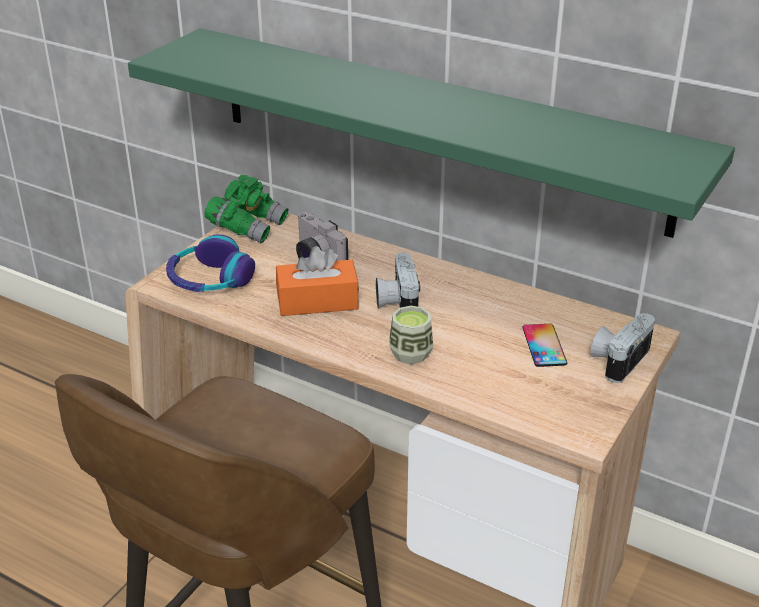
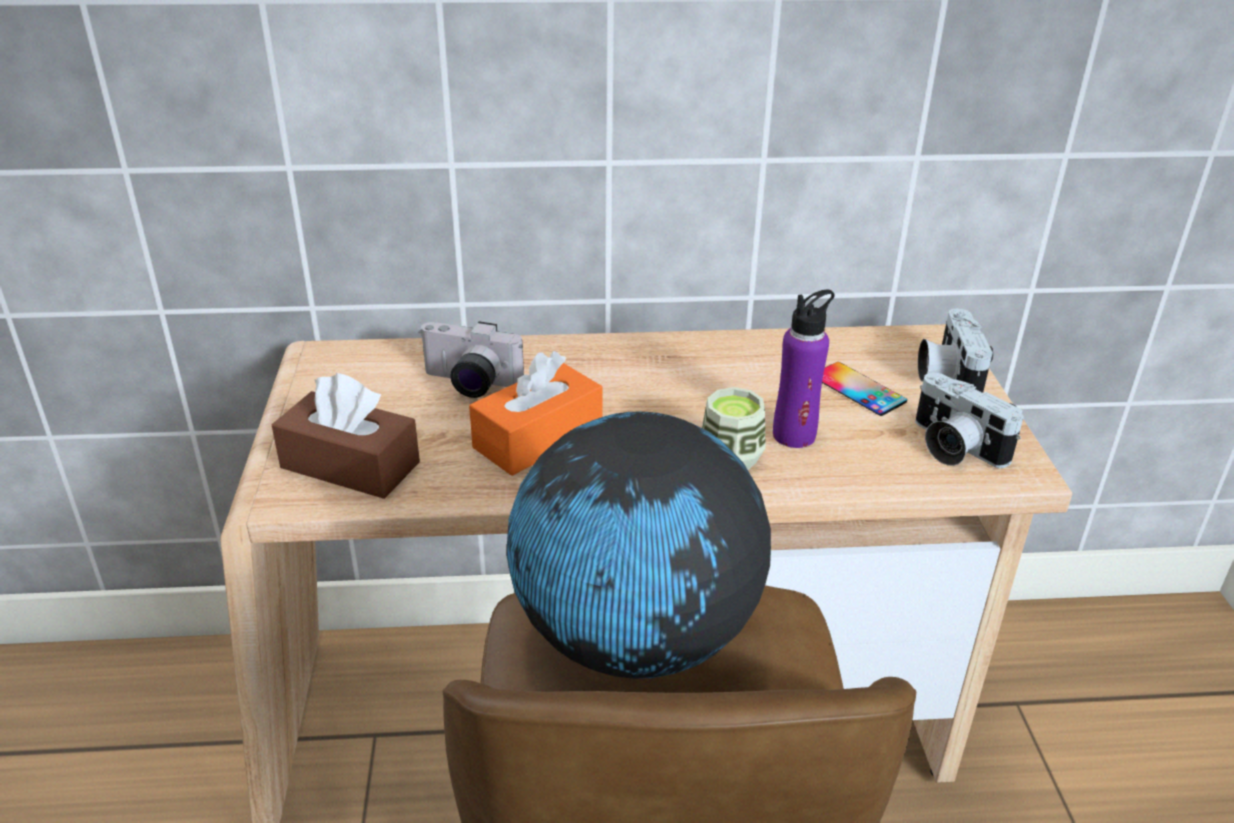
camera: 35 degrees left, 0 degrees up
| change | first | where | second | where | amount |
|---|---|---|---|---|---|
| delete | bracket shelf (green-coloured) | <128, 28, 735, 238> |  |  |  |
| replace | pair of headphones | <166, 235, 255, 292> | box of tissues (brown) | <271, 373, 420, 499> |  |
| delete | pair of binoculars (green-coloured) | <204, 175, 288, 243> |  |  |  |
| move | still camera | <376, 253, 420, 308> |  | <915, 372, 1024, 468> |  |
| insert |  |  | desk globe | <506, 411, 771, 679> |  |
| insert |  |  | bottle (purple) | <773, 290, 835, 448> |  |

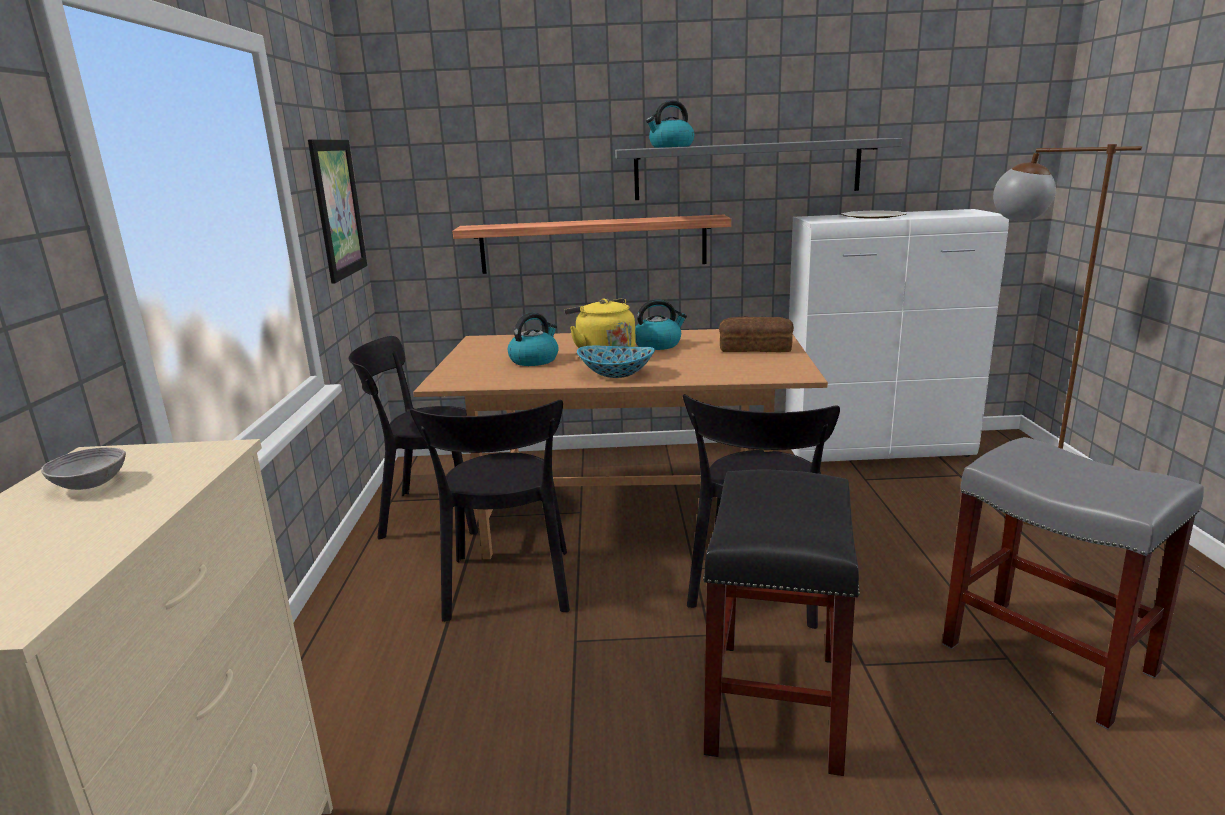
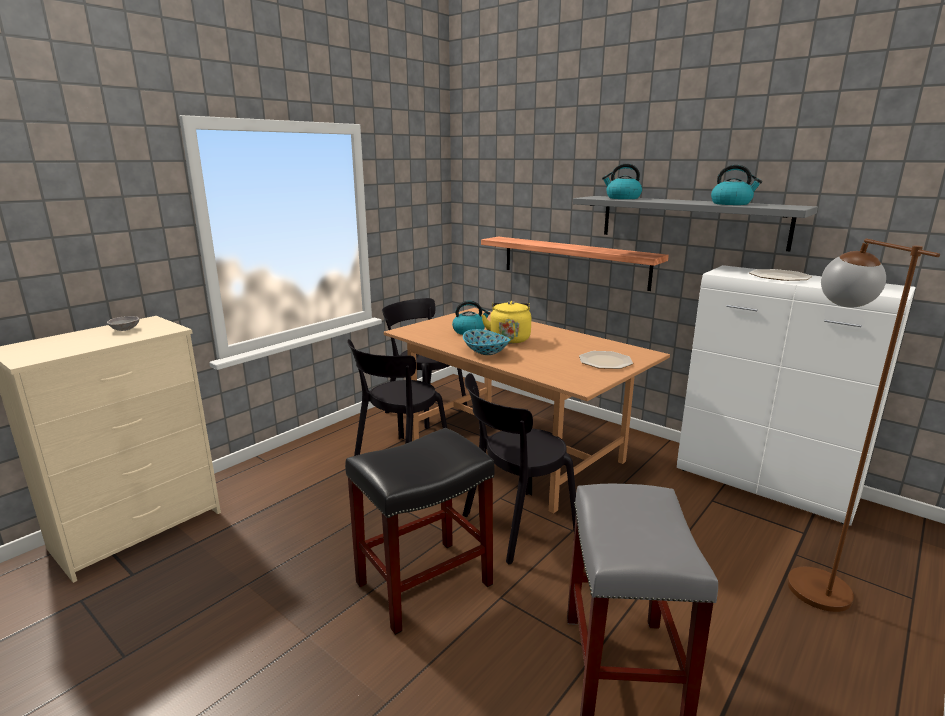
camera: 40 degrees right, 0 degrees up
| change | first | where | second | where | amount |
|---|---|---|---|---|---|
| delete | wall picture | <308, 139, 367, 284> |  |  |  |
| move | water kettle | <635, 299, 687, 350> |  | <711, 165, 762, 205> |  |
| replace | bakery bread | <719, 317, 794, 352> | flat dish | <579, 351, 633, 369> |  |

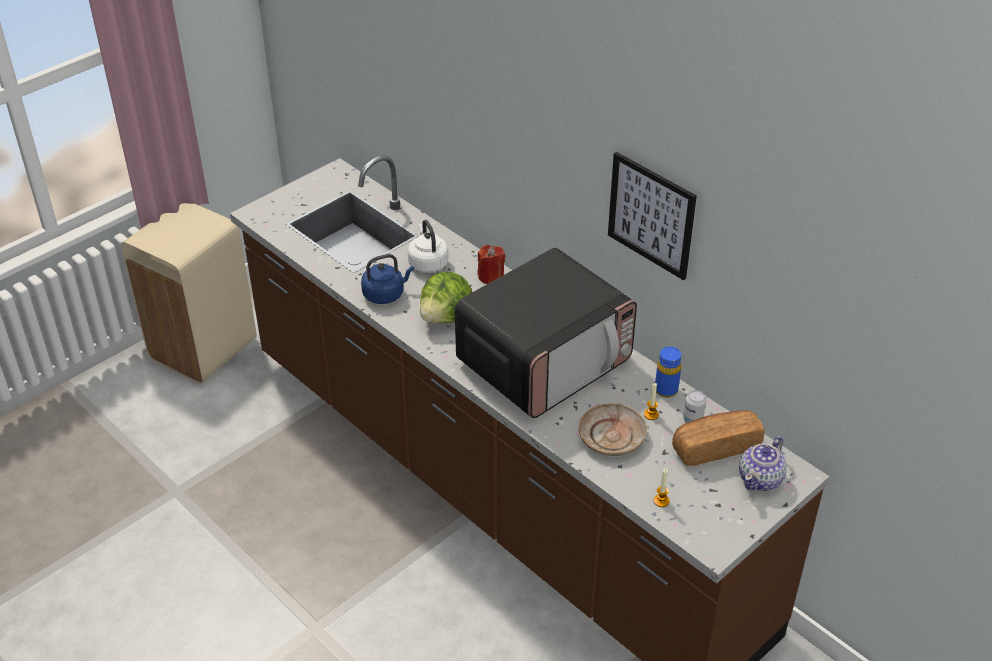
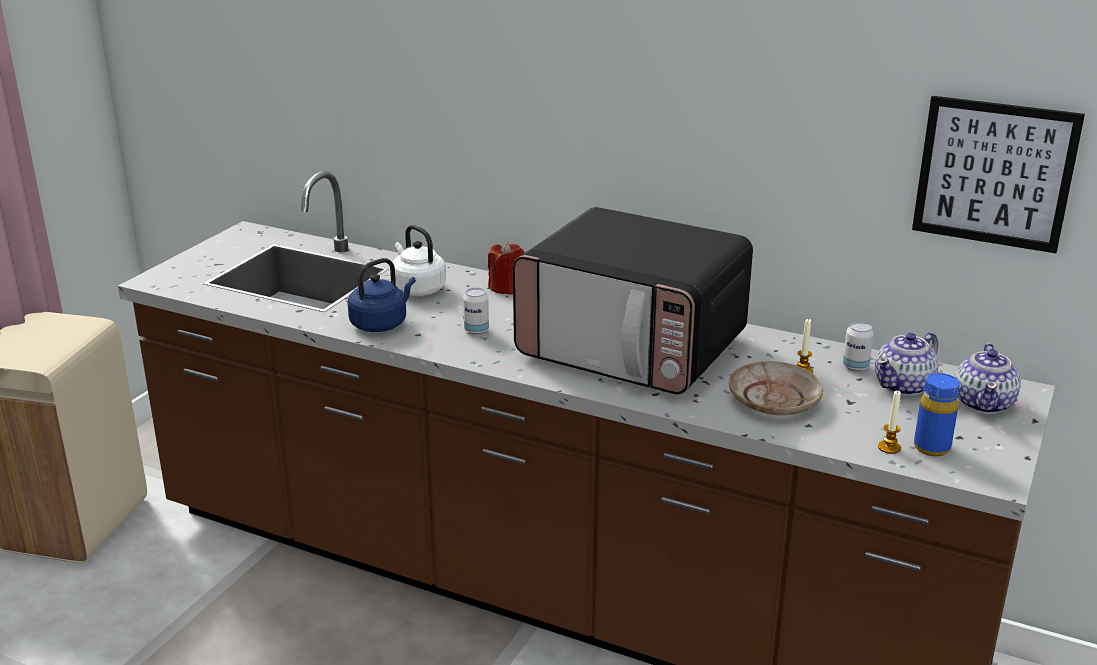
camera: 20 degrees left, 15 degrees down
| change | first | where | second | where | amount |
|---|---|---|---|---|---|
| replace | lettuce | <420, 272, 472, 323> | can | <463, 288, 489, 335> |  |
| rotate | microwave oven | <455, 248, 637, 418> |  | <513, 207, 753, 395> | 90 degrees clockwise |
| move | wall picture | <608, 152, 697, 280> |  | <912, 96, 1085, 253> |  |
| move | bottle (blue) | <655, 347, 681, 398> |  | <914, 373, 960, 456> |  |
| replace | bakery bread | <672, 410, 764, 466> | teapot | <875, 332, 939, 396> |  |

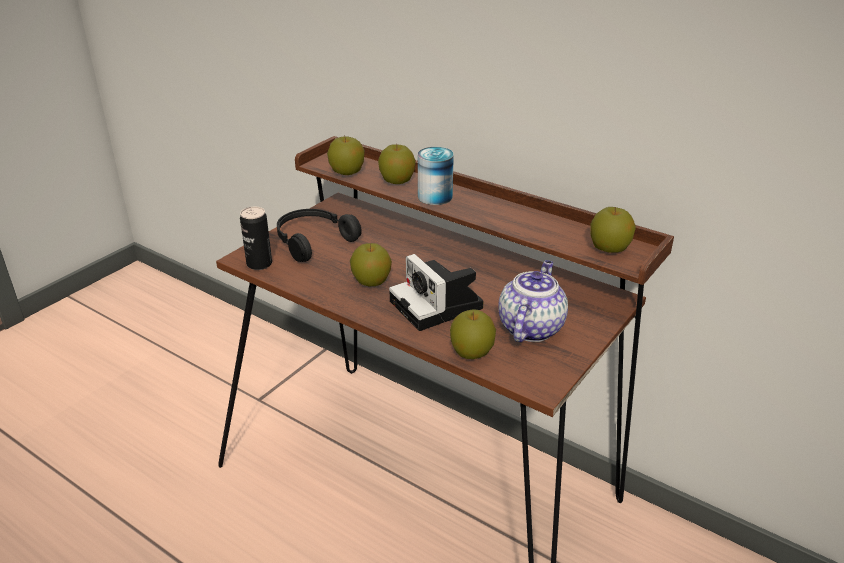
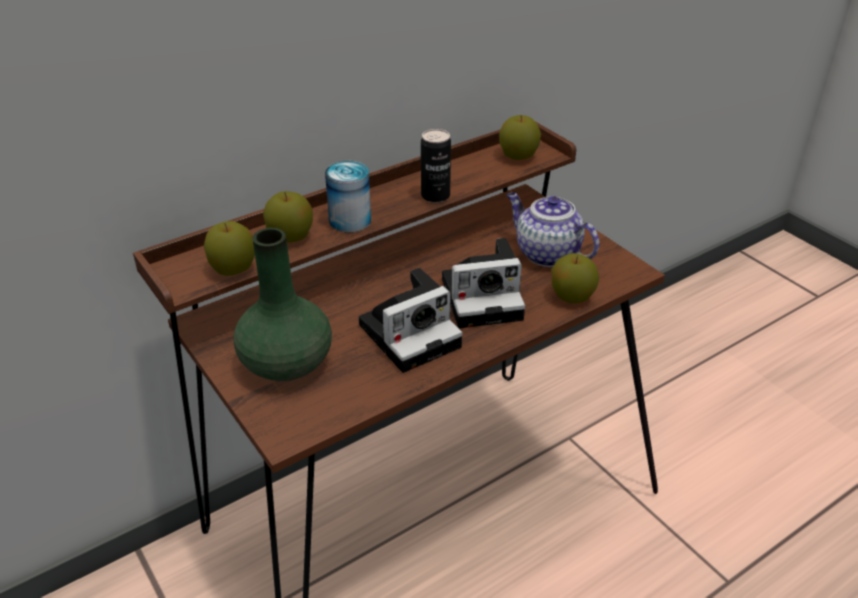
camera: 70 degrees left, 5 degrees up
| change | first | where | second | where | amount |
|---|---|---|---|---|---|
| move | can | <240, 207, 272, 270> |  | <421, 129, 451, 203> |  |
| replace | pair of headphones (blackish) | <277, 209, 362, 262> | decorative vase (green-coloured) | <233, 228, 332, 381> |  |
| replace | apple fruit | <350, 243, 392, 287> | still camera | <359, 268, 463, 373> |  |

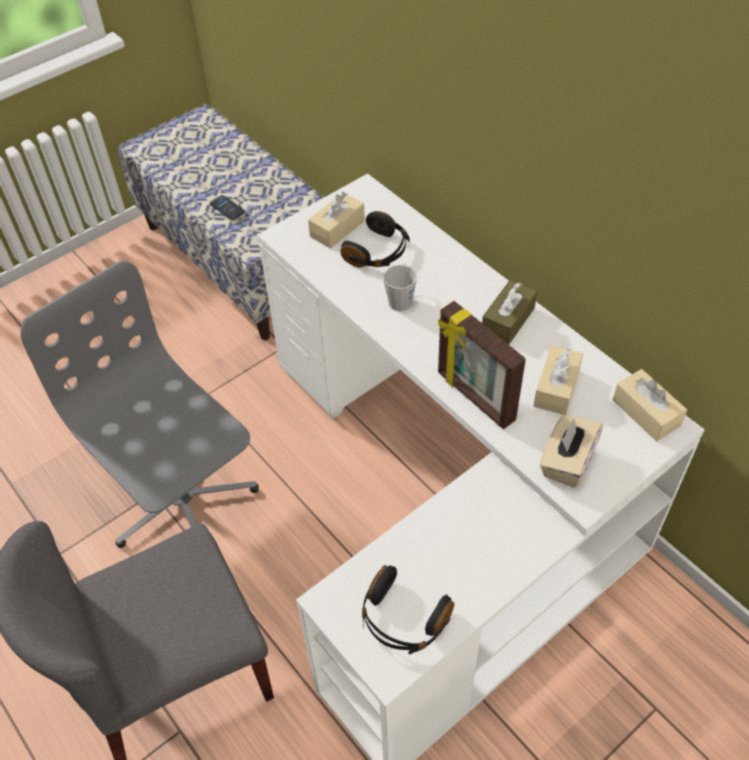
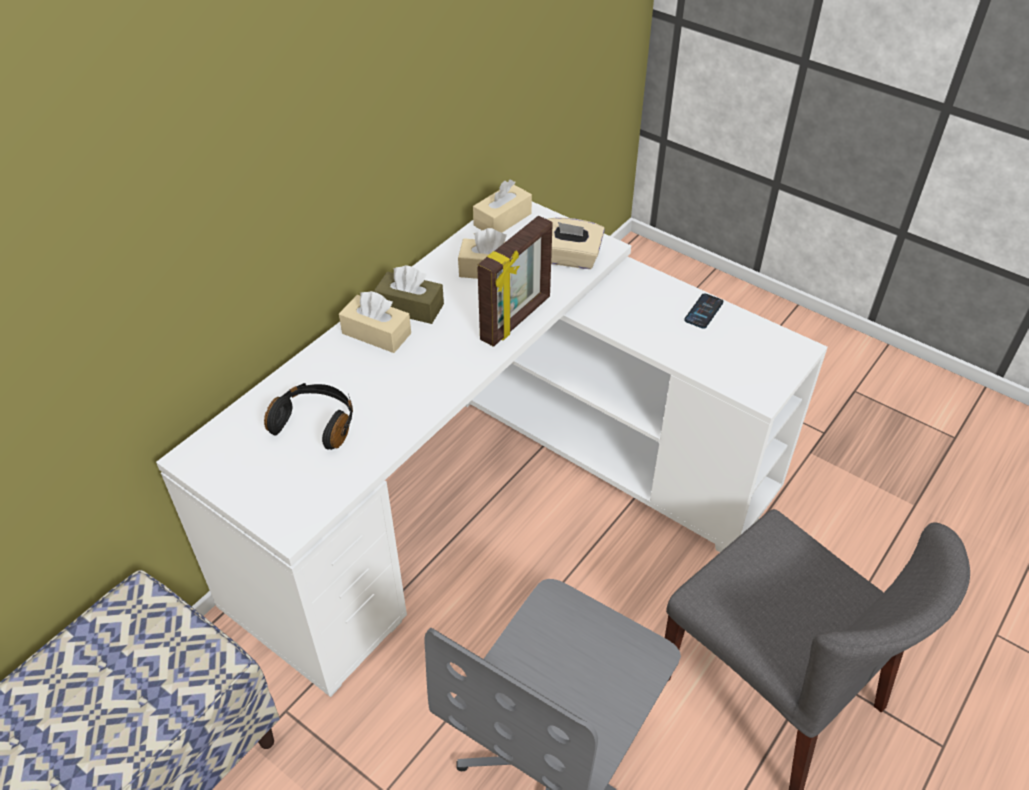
camera: 105 degrees left, 5 degrees down
| change | first | where | second | where | amount |
|---|---|---|---|---|---|
| move | phone | <210, 195, 245, 220> |  | <684, 293, 723, 329> |  |
| move | box of tissues (sand-coloured) | <308, 192, 365, 249> |  | <339, 291, 411, 353> |  |
| delete | pair of headphones (blackish) | <362, 565, 454, 654> |  |  |  |
| delete | tea mug (greyish) | <383, 263, 417, 311> |  |  |  |

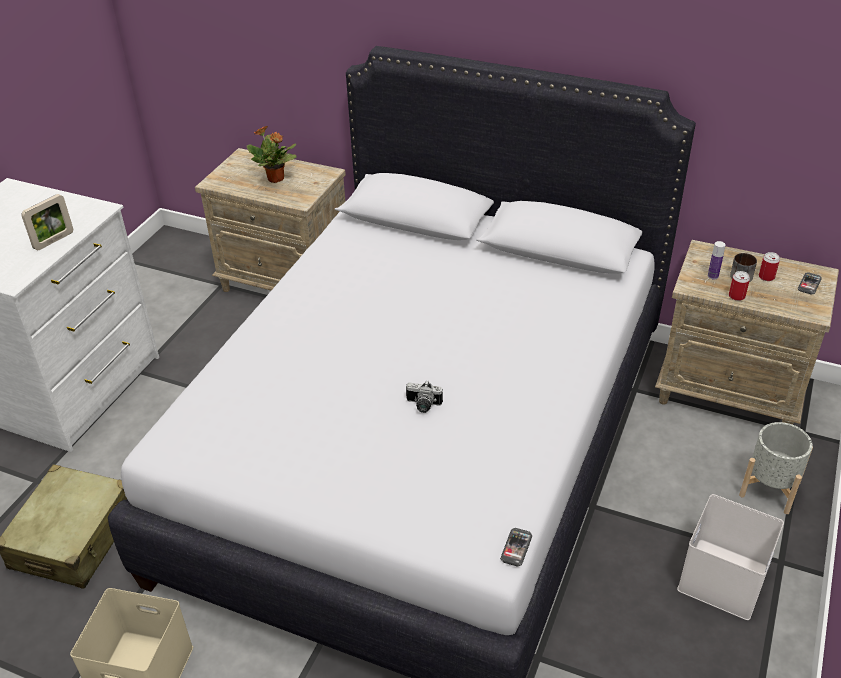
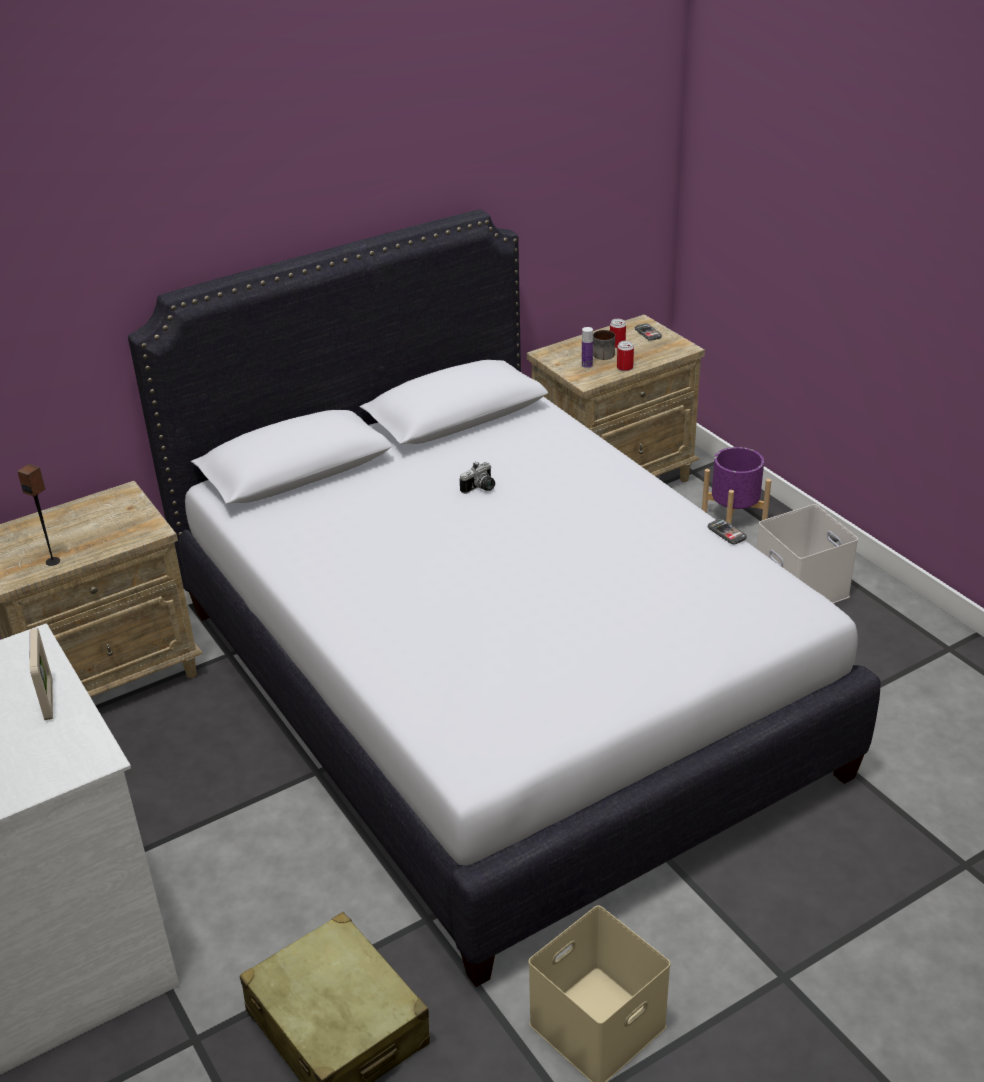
camera: 55 degrees left, 5 degrees down
| change | first | where | second | where | amount |
|---|---|---|---|---|---|
| delete | houseplant | <247, 126, 297, 183> |  |  |  |
| move | still camera | <406, 381, 443, 413> |  | <460, 462, 495, 494> |  |
| move | phone | <500, 528, 532, 566> |  | <708, 519, 747, 544> |  |
| recolor | flower pot (greyish) | <739, 422, 813, 514> | flower pot (purple) | <702, 447, 771, 524> |  |
| insert |  |  | loudspeaker | <17, 464, 60, 566> |  |

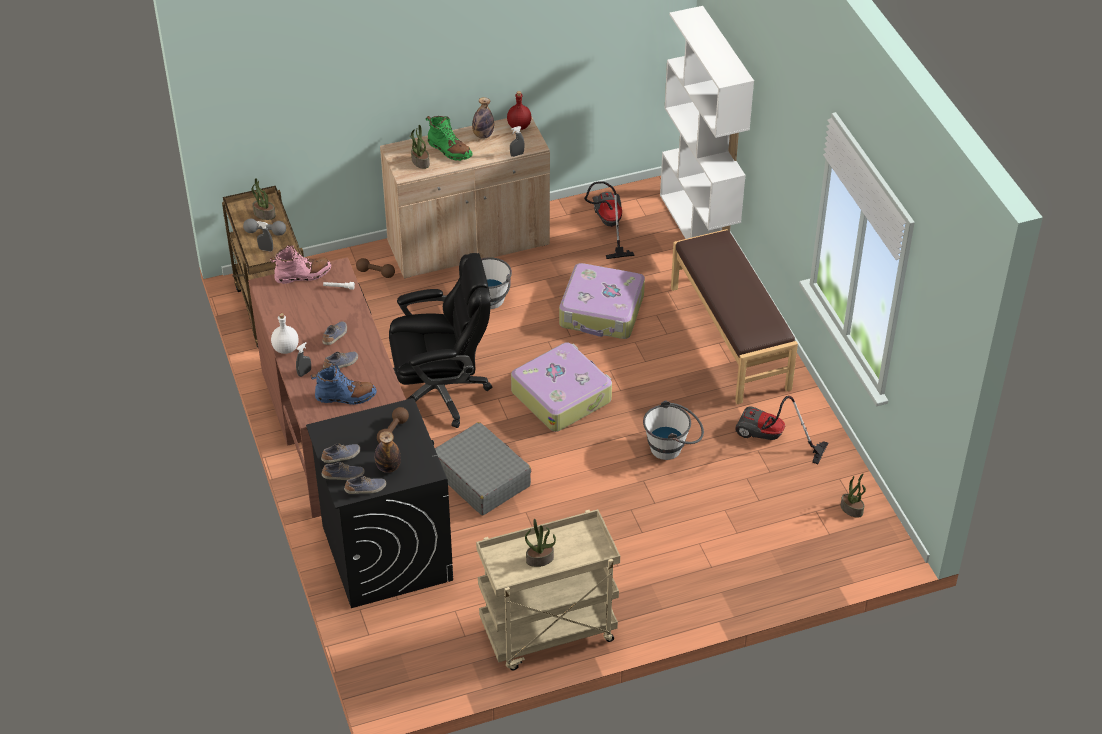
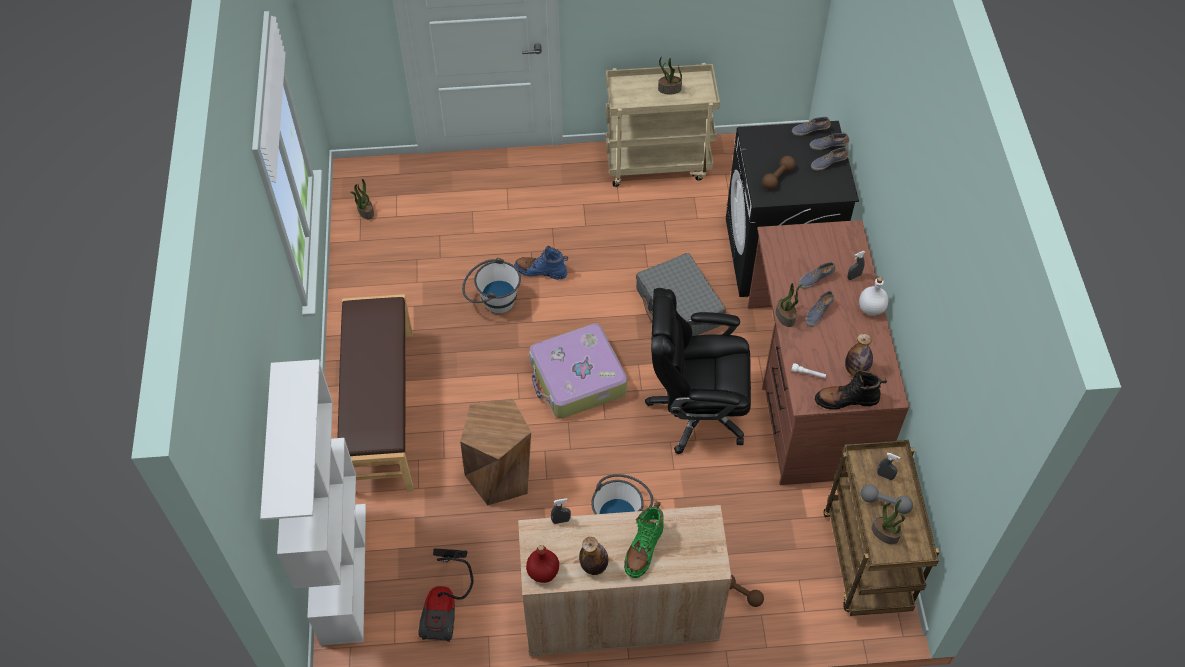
camera: 165 degrees left, 10 degrees up
| change | first | where | second | where | amount |
|---|---|---|---|---|---|
| recolor | tall boot (pink-coloured) | <270, 245, 331, 284> | tall boot (blackish) | <815, 370, 887, 410> |  |
| move | tall boot (blue) | <311, 364, 377, 405> |  | <514, 246, 568, 280> |  |
| move | bottle | <375, 431, 401, 473> |  | <845, 334, 873, 376> |  |
| move | houseplant | <409, 125, 430, 169> |  | <776, 283, 803, 327> |  |
| rotate | tall boot (green-coloured) | <426, 116, 473, 161> |  | <624, 502, 664, 578> | 120 degrees counterclockwise |
| replace | travel case | <559, 263, 645, 339> | sitting stool (brown) | <460, 399, 531, 506> |  |
| delete | vacuum | <735, 396, 828, 465> |  |  |  |

